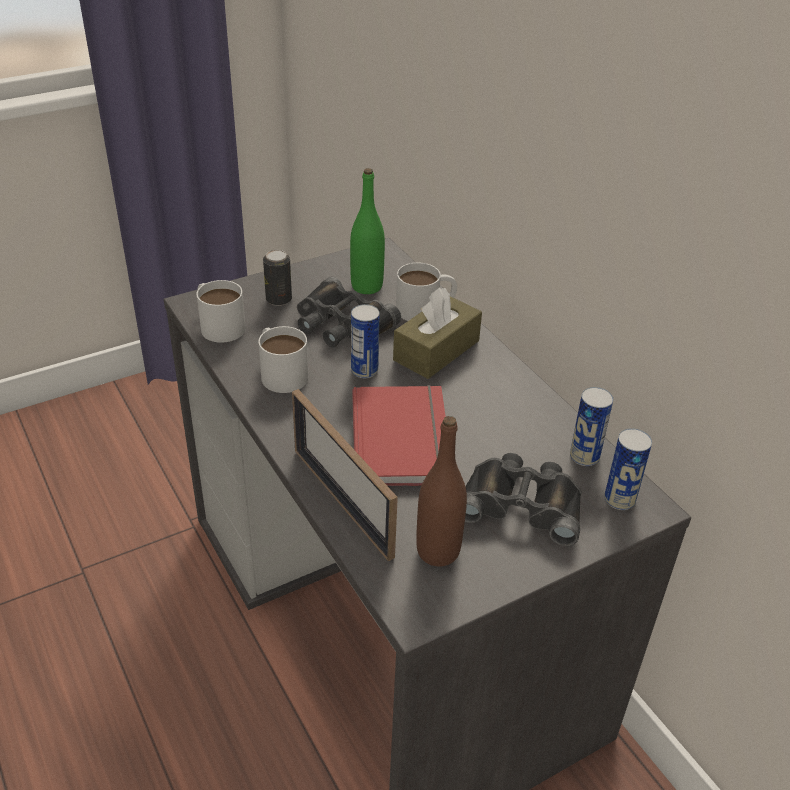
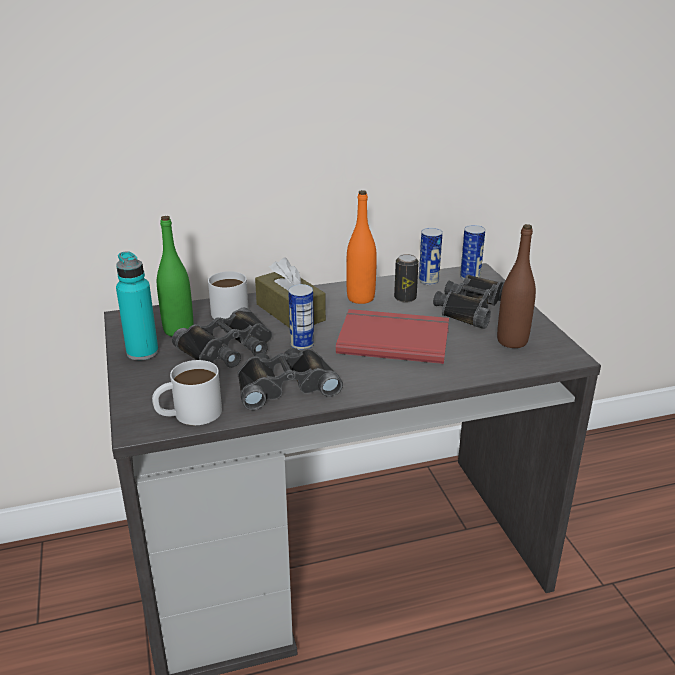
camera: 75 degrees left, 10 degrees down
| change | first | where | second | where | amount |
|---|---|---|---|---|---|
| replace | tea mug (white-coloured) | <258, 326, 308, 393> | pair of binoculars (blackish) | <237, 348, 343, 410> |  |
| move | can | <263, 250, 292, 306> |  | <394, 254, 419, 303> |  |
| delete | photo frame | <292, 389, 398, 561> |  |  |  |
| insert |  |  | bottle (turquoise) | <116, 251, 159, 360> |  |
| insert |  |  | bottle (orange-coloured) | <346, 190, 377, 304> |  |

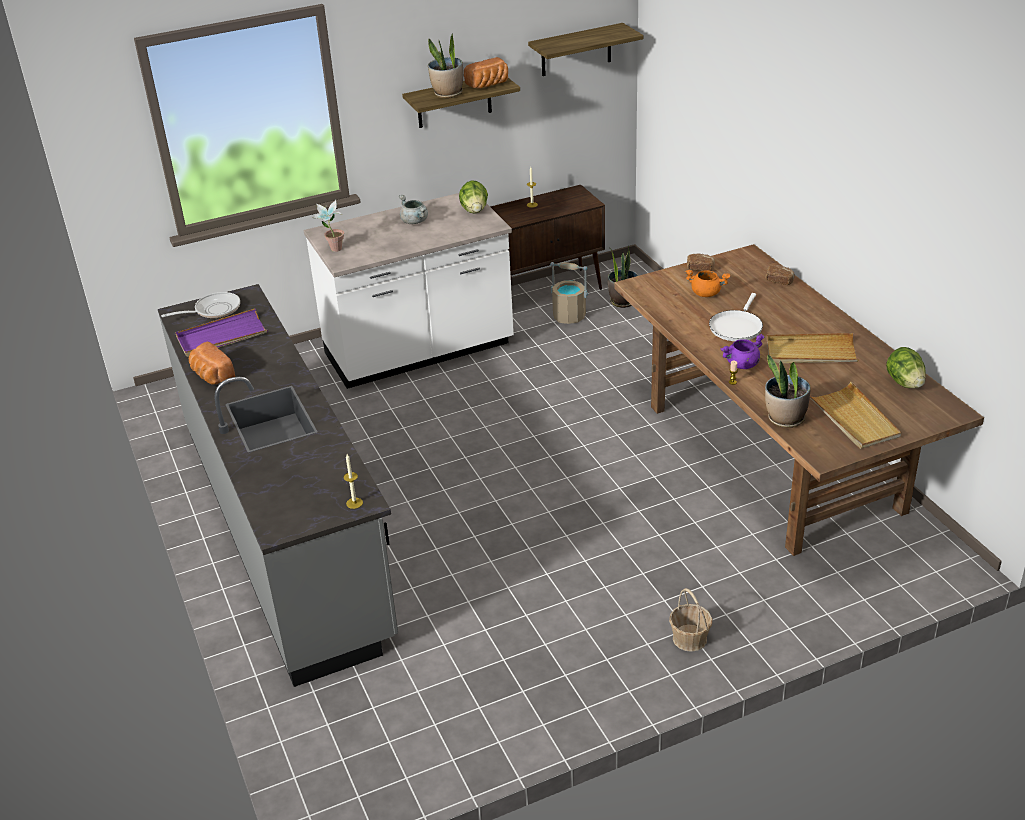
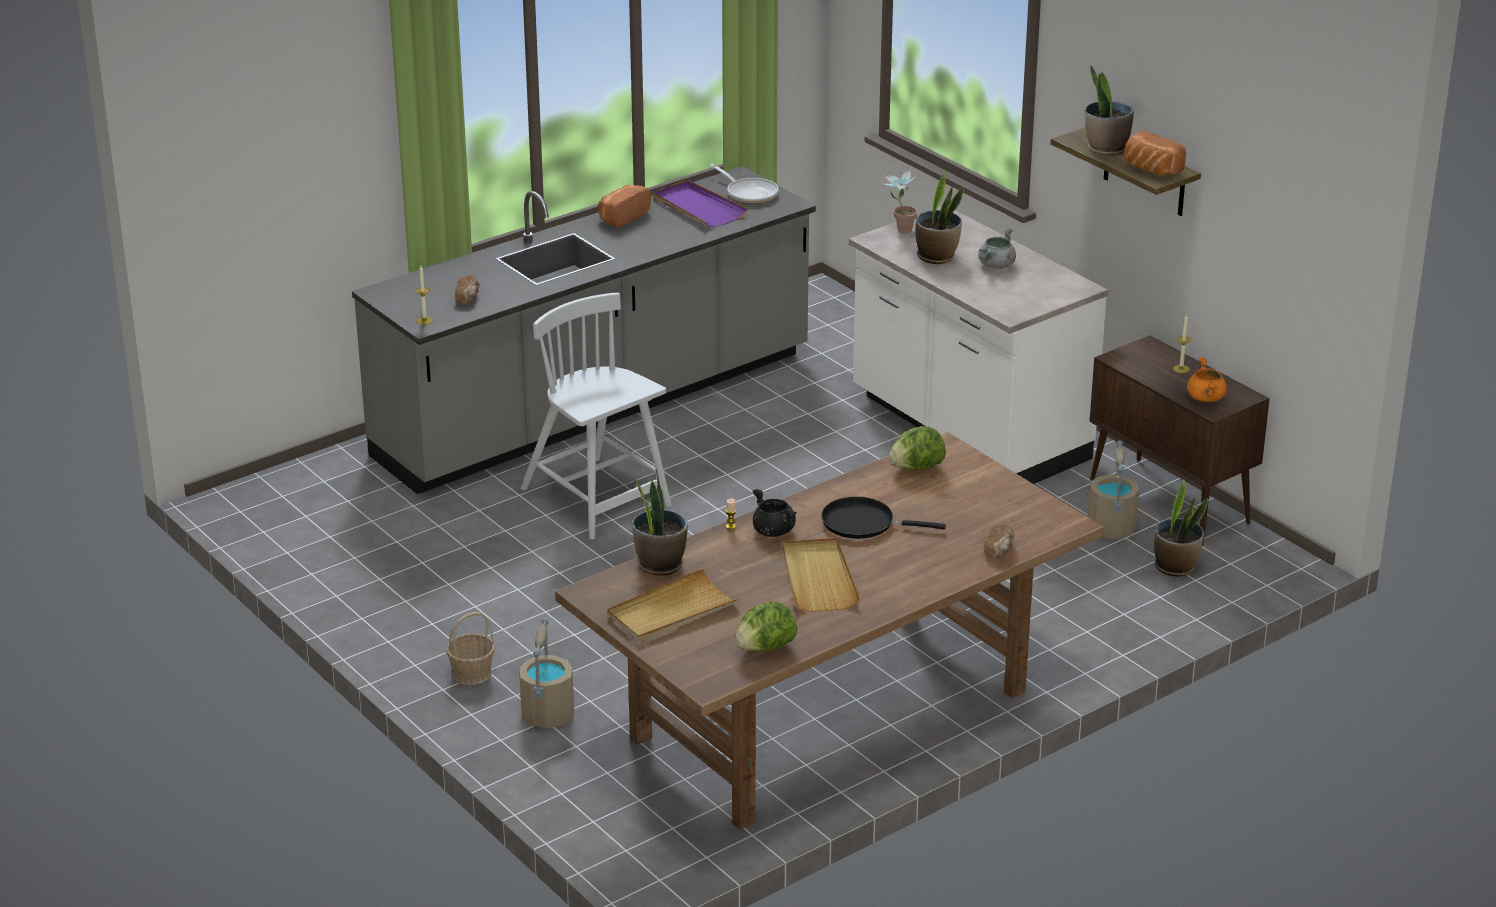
camera: 75 degrees right, 5 degrees down
| change | first | where | second | where | amount |
|---|---|---|---|---|---|
| move | lettuce | <459, 180, 488, 214> |  | <889, 426, 946, 470> |  |
| delete | bracket shelf | <528, 23, 643, 76> |  |  |  |
| move | stockpot (orange-coloured) | <685, 270, 730, 297> |  | <1187, 357, 1227, 402> |  |
| move | bakery bread | <687, 253, 715, 271> |  | <455, 275, 480, 304> |  |
| recolor | pan (white-coloured) | <709, 293, 763, 341> | pan (blackish) | <821, 497, 946, 539> |  |
| recolor | stockpot (purple) | <721, 334, 764, 369> | stockpot (blackish) | <752, 489, 797, 537> |  |
| insert |  |  | water bucket (sand-coloured) | <519, 618, 574, 728> |  |
| insert |  |  | chair (white-coloured) | <521, 292, 672, 540> |  |
| insert |  |  | houseplant | <916, 170, 964, 264> |  |

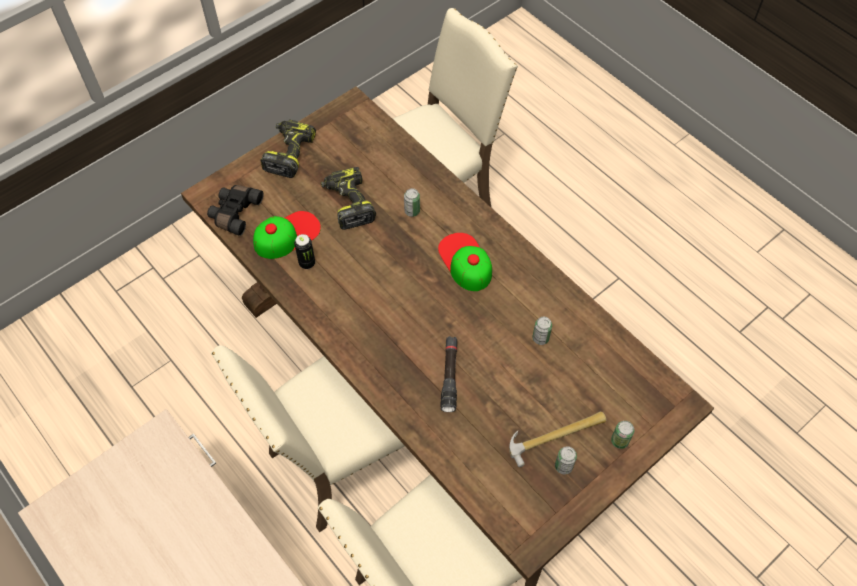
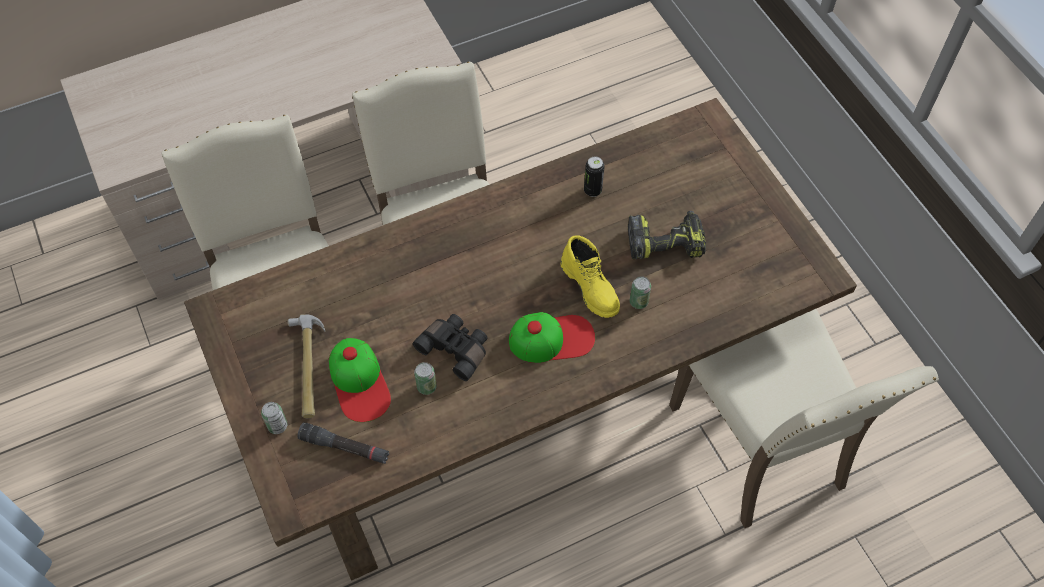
camera: 105 degrees right, 0 degrees up
| change | first | where | second | where | amount |
|---|---|---|---|---|---|
| move | pair of binoculars (blackish) | <207, 185, 264, 236> |  | <413, 314, 487, 381> |  |
| move | cap | <253, 211, 321, 259> |  | <329, 338, 391, 422> |  |
| delete | electric drill | <260, 120, 316, 178> |  |  |  |
| move | torch (blackish) | <440, 336, 457, 412> |  | <297, 422, 389, 464> |  |
| delete | can | <555, 446, 577, 474> |  |  |  |
| insert |  |  | tall boot (yellow) | <561, 235, 620, 318> |  |

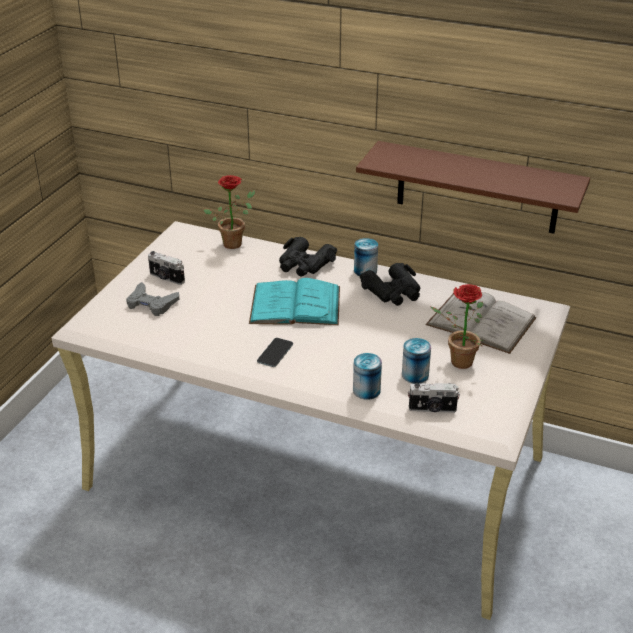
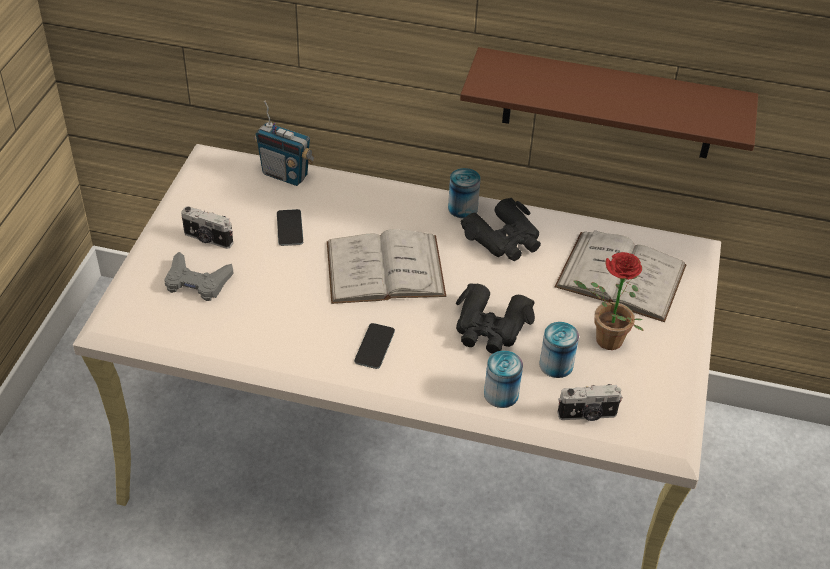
camera: 10 degrees left, 10 degrees up
| change | first | where | second | where | amount |
|---|---|---|---|---|---|
| replace | houseplant | <203, 175, 255, 249> | radio receiver | <255, 100, 315, 186> |  |
| recolor | book (turquoise) | <249, 278, 340, 325> | book (white-coloured) | <327, 229, 446, 304> |  |
| move | pair of binoculars (blackish) | <279, 237, 337, 277> |  | <456, 283, 535, 354> |  |
| insert |  |  | phone | <277, 209, 303, 246> |  |

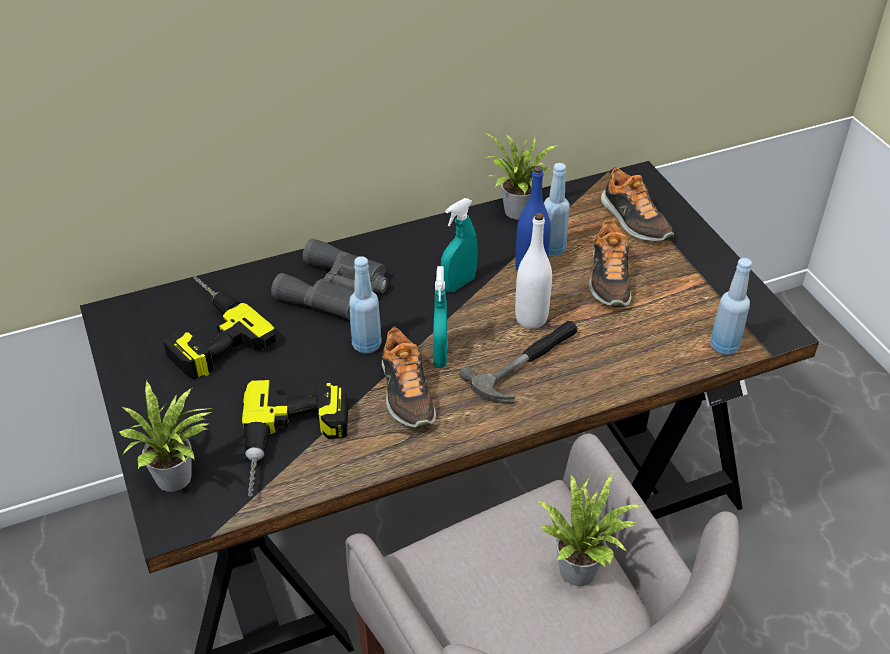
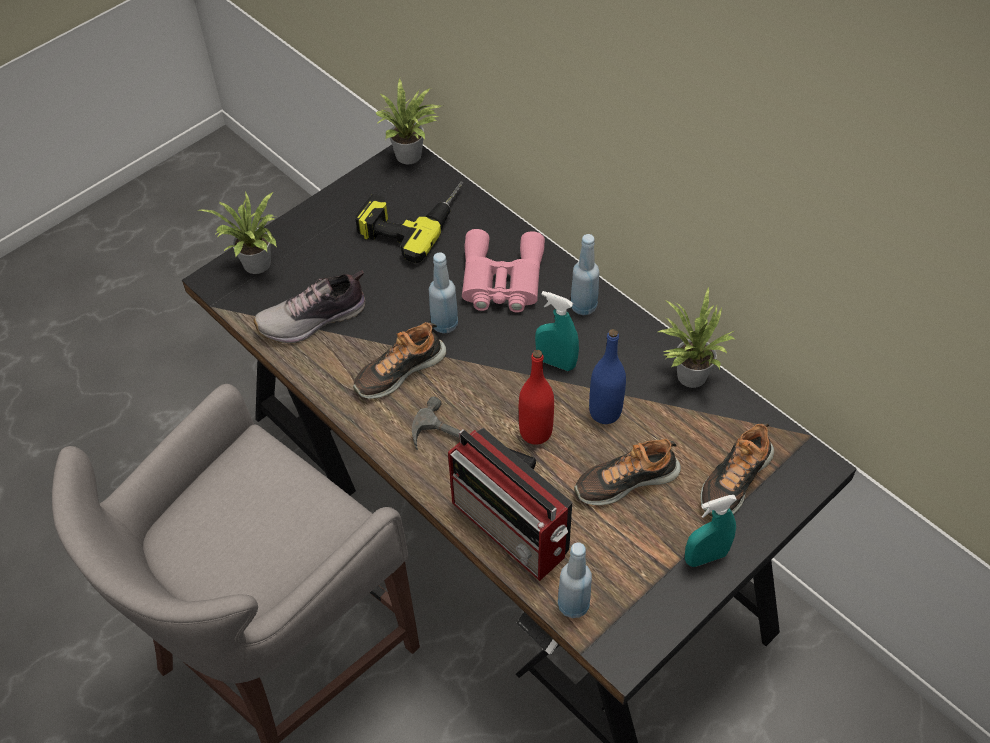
camera: 70 degrees right, 10 degrees up
| change | first | where | second | where | amount |
|---|---|---|---|---|---|
| replace | electric drill | <242, 380, 348, 497> | shoe | <254, 270, 365, 344> |  |
| recolor | pair of binoculars (greyish) | <271, 238, 388, 320> | pair of binoculars (pink-coloured) | <462, 229, 545, 313> |  |
| move | hand sprayer (turquoise) | <433, 266, 447, 368> |  | <685, 495, 737, 567> |  |
| recolor | bottle (white-coloured) | <515, 213, 552, 329> | bottle (red) | <519, 350, 554, 445> |  |
| move | houseplant | <535, 474, 643, 586> |  | <376, 78, 443, 164> |  |
| move | bottle (blue) | <544, 163, 570, 256> |  | <571, 234, 600, 315> |  |
| insert |  |  | radio receiver | <448, 428, 572, 581> |  |

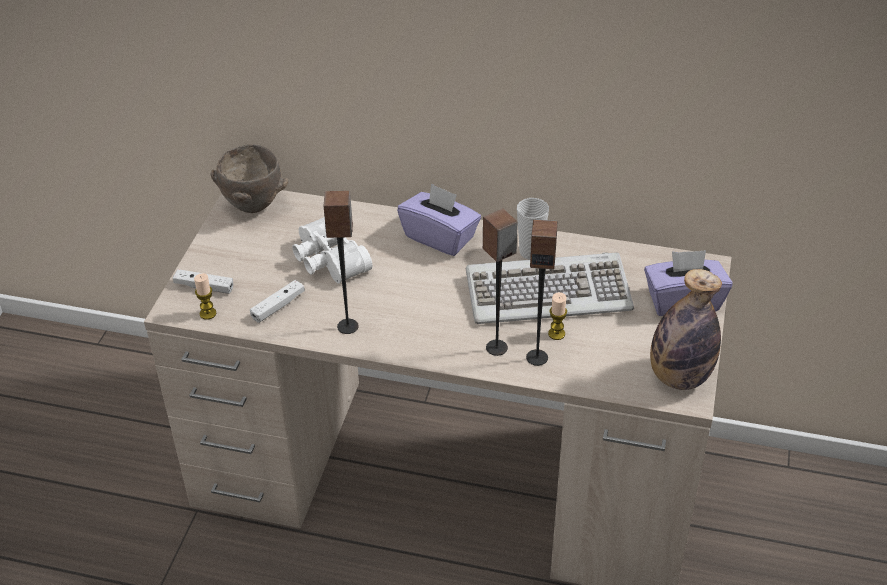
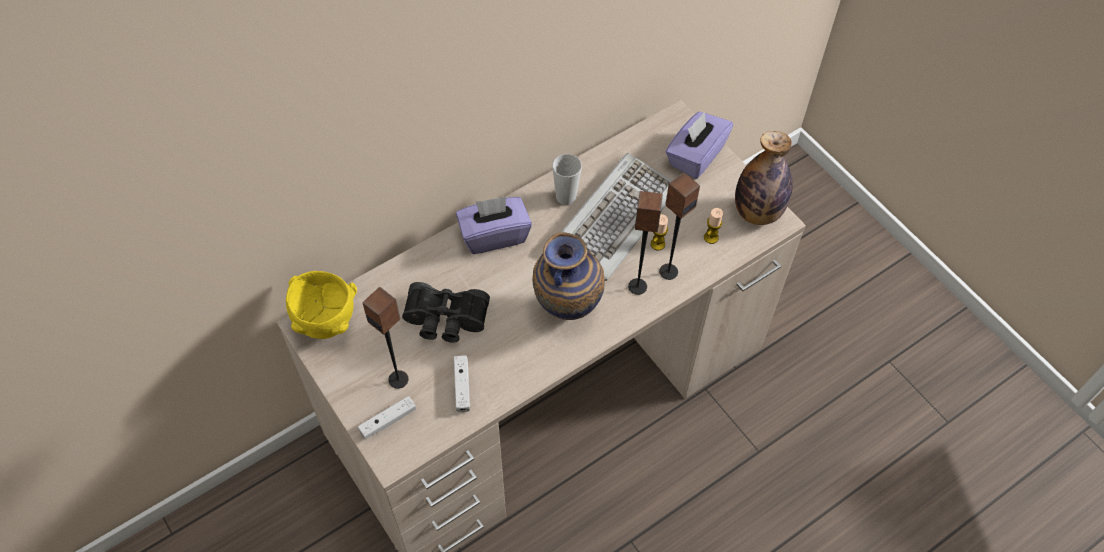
camera: 50 degrees left, 15 degrees up
| change | first | where | second | where | amount |
|---|---|---|---|---|---|
| move | wax light | <194, 273, 216, 320> |  | <704, 208, 723, 244> |  |
| recolor | serving bowl (brown) | <211, 144, 288, 213> | serving bowl (yellow) | <286, 271, 357, 339> |  |
| recolor | pair of binoculars (white-coloured) | <292, 217, 372, 284> | pair of binoculars (blackish) | <402, 282, 490, 343> |  |
| move | loudspeaker | <324, 191, 359, 334> |  | <362, 287, 408, 389> |  |
| insert |  |  | decorative vase | <532, 232, 605, 320> |  |

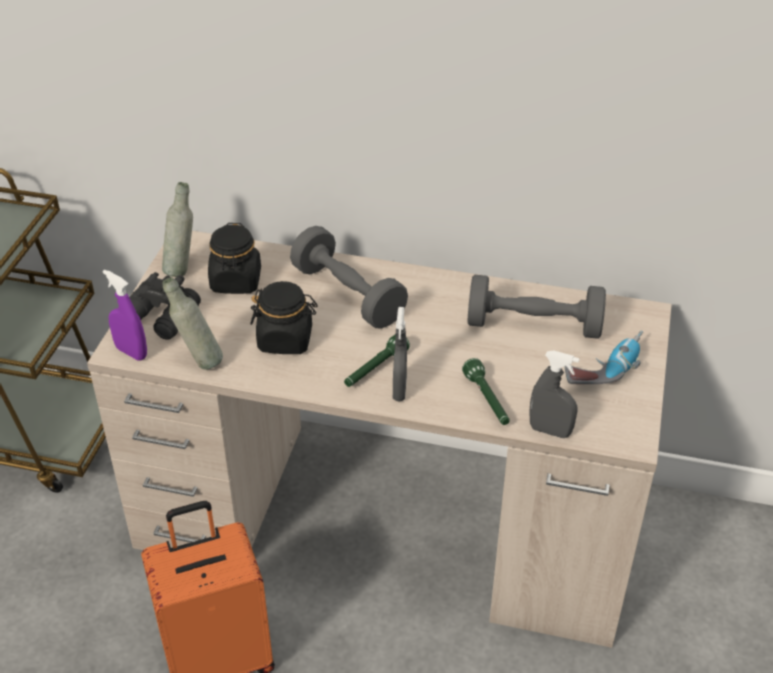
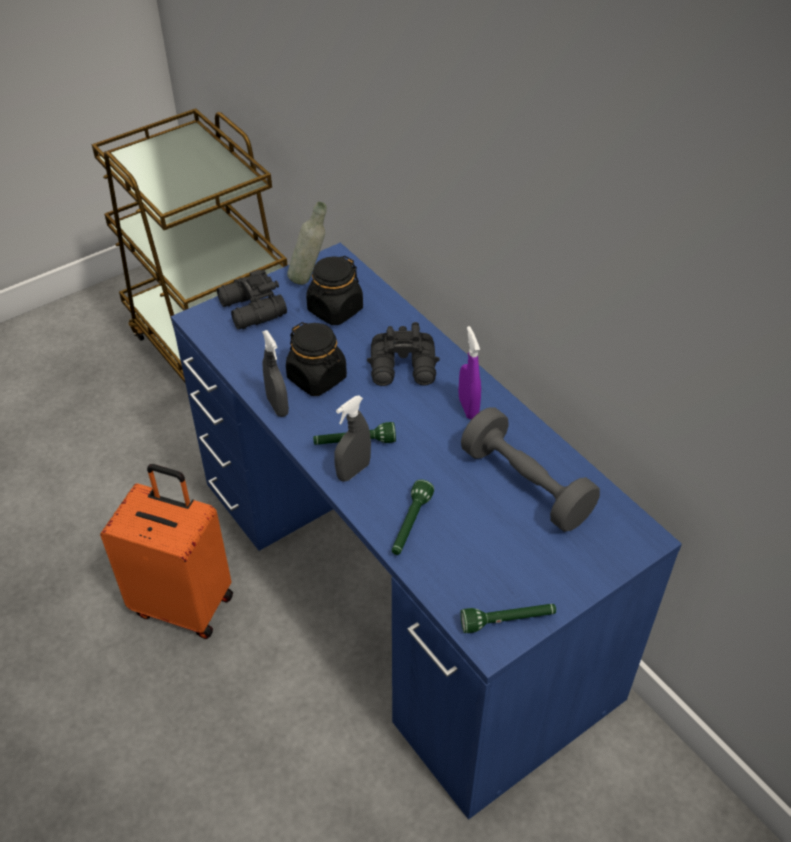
camera: 40 degrees right, 5 degrees up
| change | first | where | second | where | amount |
|---|---|---|---|---|---|
| recolor | desk table (sand-coloured) | <87, 231, 672, 648> | desk table (blue) | <171, 243, 682, 820> |  |
| move | hand sprayer (purple) | <103, 269, 147, 360> |  | <459, 326, 481, 420> |  |
| delete | bottle (greyish) | <162, 277, 223, 370> |  |  |  |
| replace | dumbbell (greyish) | <290, 226, 408, 329> | pair of binoculars (blackish) | <367, 322, 440, 386> |  |
| move | hand sprayer (greyish) | <529, 350, 580, 438> |  | <262, 330, 289, 417> |  |
| delete | electric drill | <565, 331, 643, 384> |  |  |  |
| insert |  |  | torch (green-coloured) | <460, 604, 556, 633> |  |

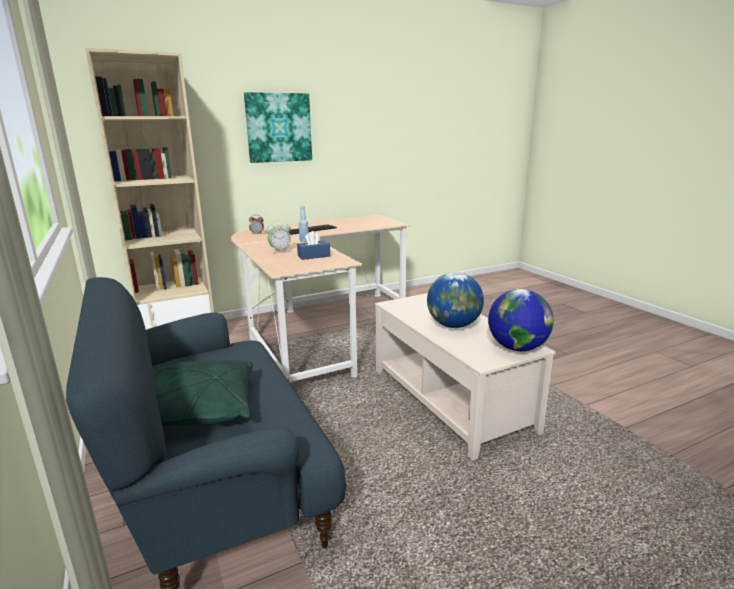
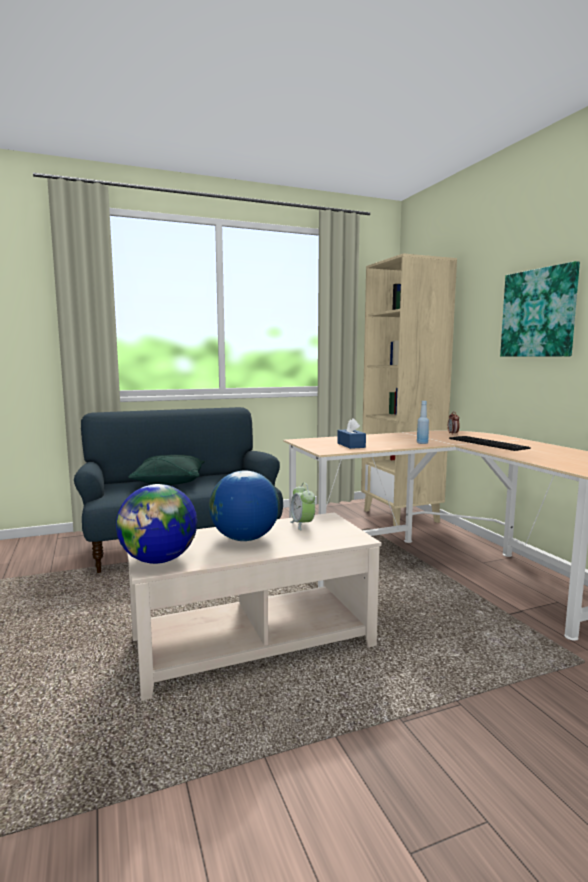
camera: 95 degrees right, 10 degrees down
| change | first | where | second | where | amount |
|---|---|---|---|---|---|
| move | bedside clock | <266, 220, 291, 254> |  | <290, 483, 315, 530> |  |

